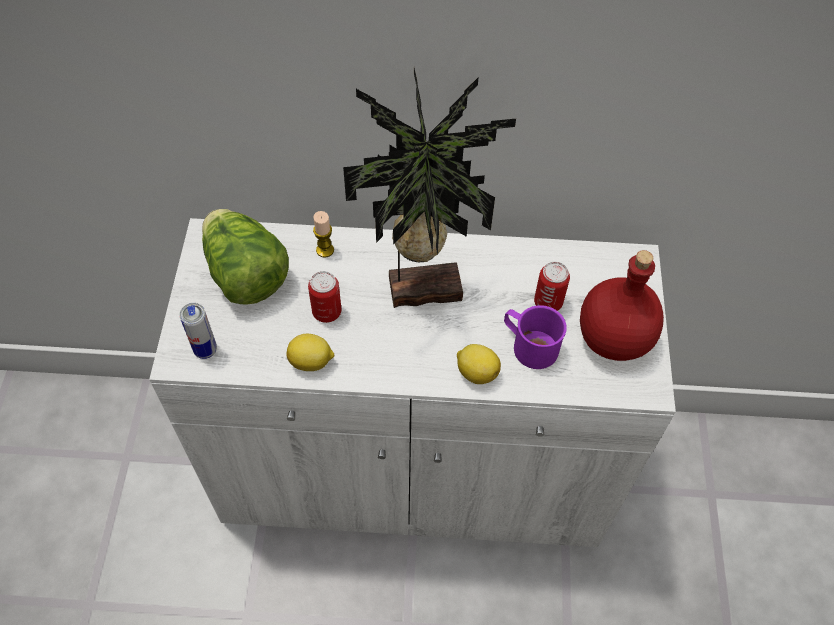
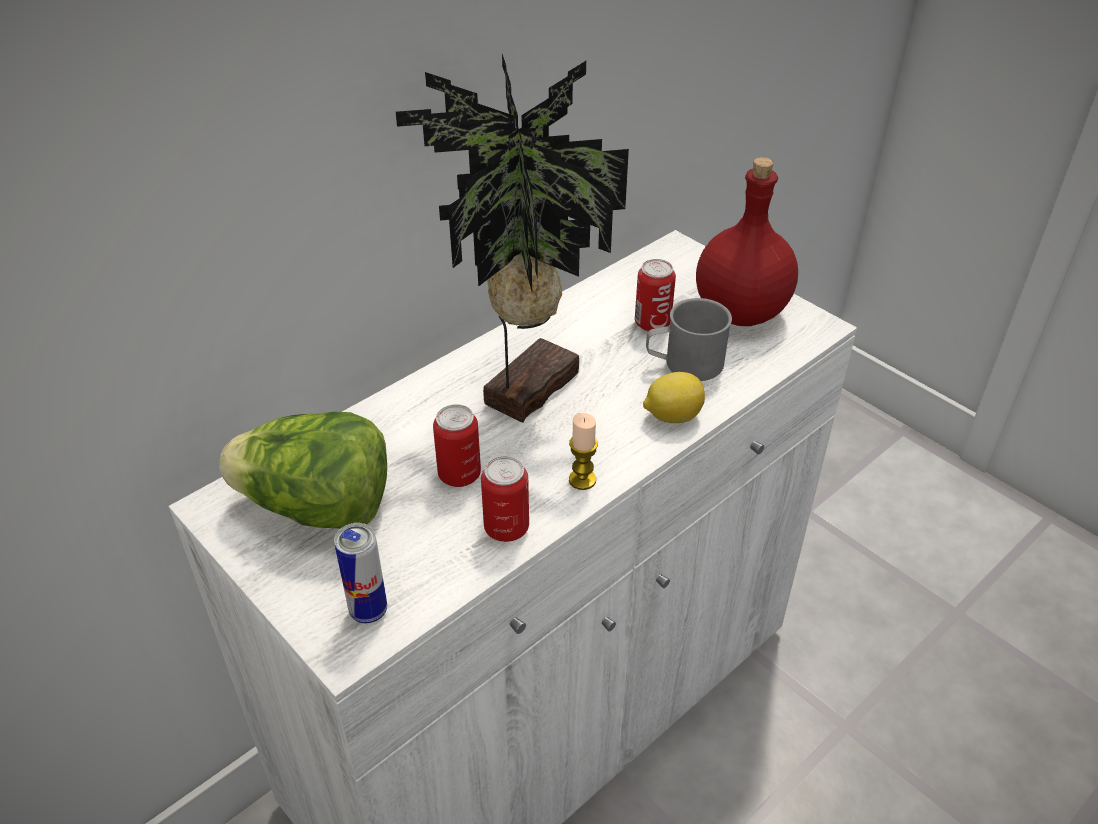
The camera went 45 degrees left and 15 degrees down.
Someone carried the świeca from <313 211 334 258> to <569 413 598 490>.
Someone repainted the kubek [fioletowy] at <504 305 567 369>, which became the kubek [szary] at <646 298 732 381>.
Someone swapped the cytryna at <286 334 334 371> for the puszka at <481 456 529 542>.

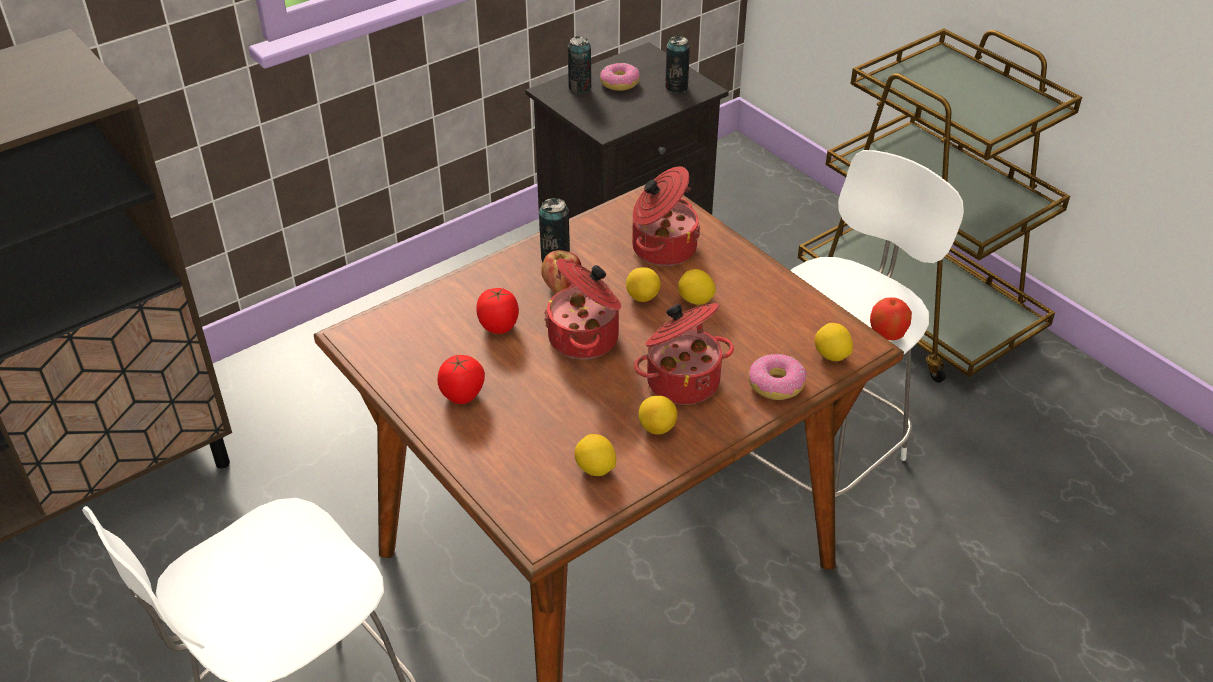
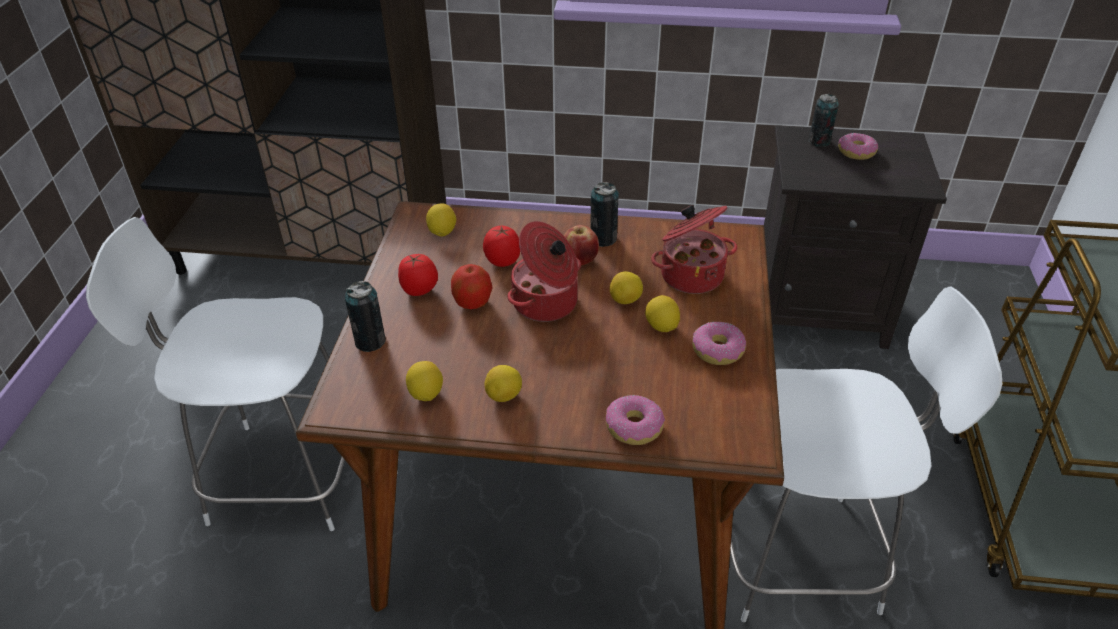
The camera went 45 degrees right and 0 degrees up.
Someone carried the puszka from <665 36 690 93> to <345 281 386 352>.
Someone carried the jabłko from <870 297 912 340> to <451 264 493 309>.
Someone took away the garnek at <634 303 734 405>.
Someone carried the cytryna from <815 323 853 361> to <426 203 456 237>.
Someone put down the donut at <692 322 746 365>.

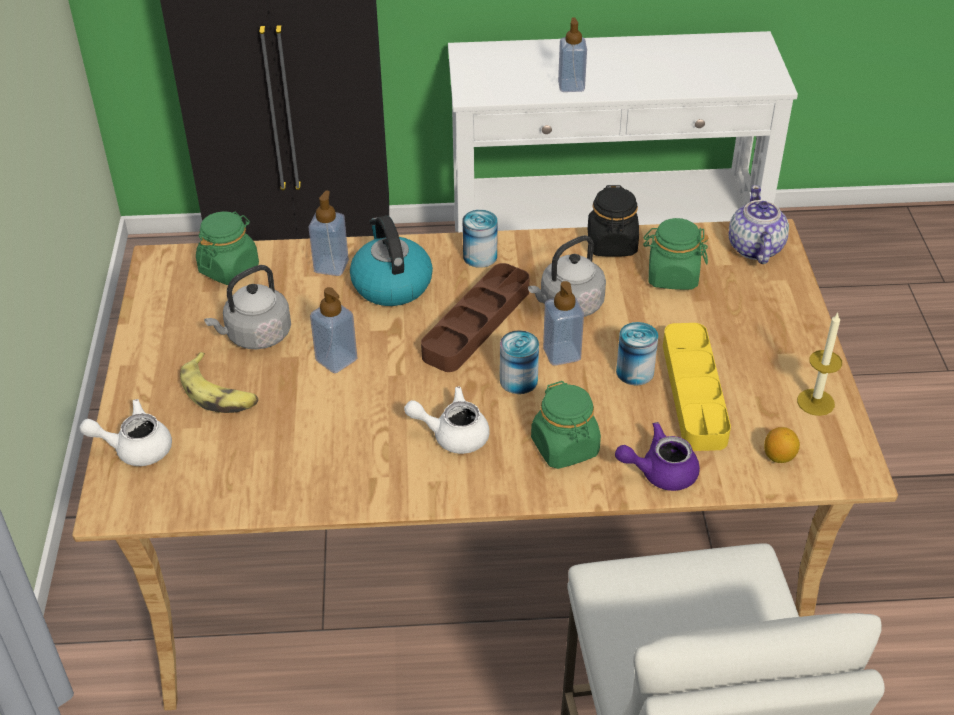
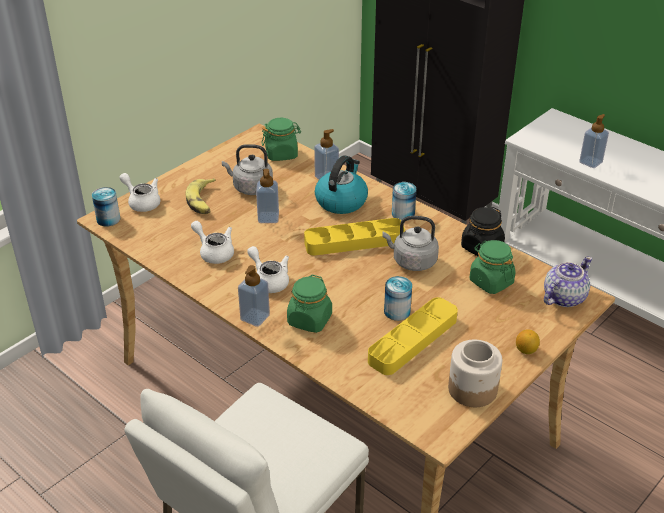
The camera went 45 degrees right and 5 degrees down.
Someone repainted the taca [brązowy] at <421 263 529 372>, which became the taca [żółty] at <304 218 405 256>.
Someone carried the dozownik mydła from <543 281 584 366> to <238 265 270 327>.
Someone swapped the świeca at <797 313 842 416> for the słoik at <448 340 502 407>.
Someone carried the puszka from <500 330 539 394> to <92 187 120 226>.
Someone took away the imbryk [fioletowy] at <615 422 700 491>.
Someone carried the cytryna from <764 427 800 463> to <516 329 540 354>.
Someone put down the imbryk [biały] at <191 221 234 264>.

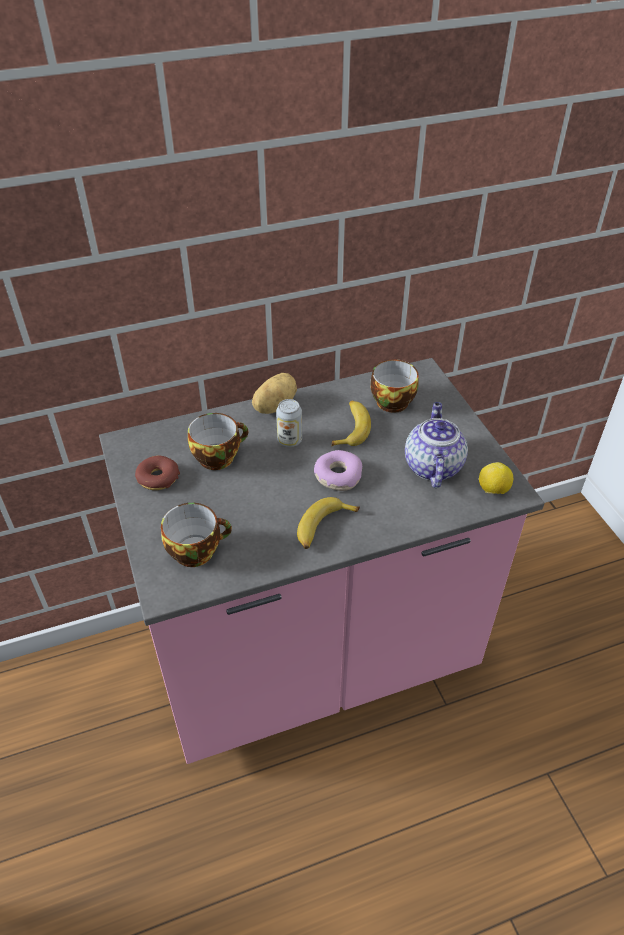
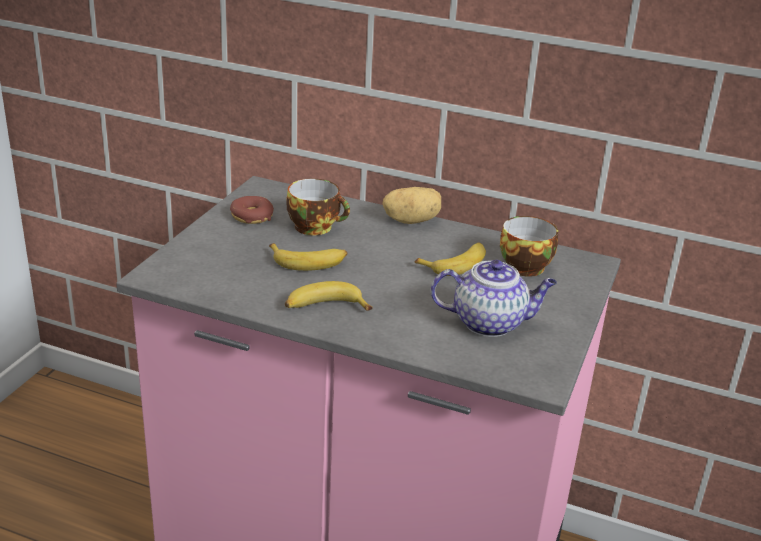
The camera went 40 degrees right and 15 degrees down.
Someone took away the puszka at <276 399 302 447>.
Someone rotated the imbryk at <405 402 468 488> by 45 degrees clockwise.
Someone took away the donut at <314 450 362 491>.
Someone took away the cytryna at <479 462 513 494>.
Someone took away the filiżanka at <161 503 232 567>.
Someone put down the banan at <269 243 347 271>.

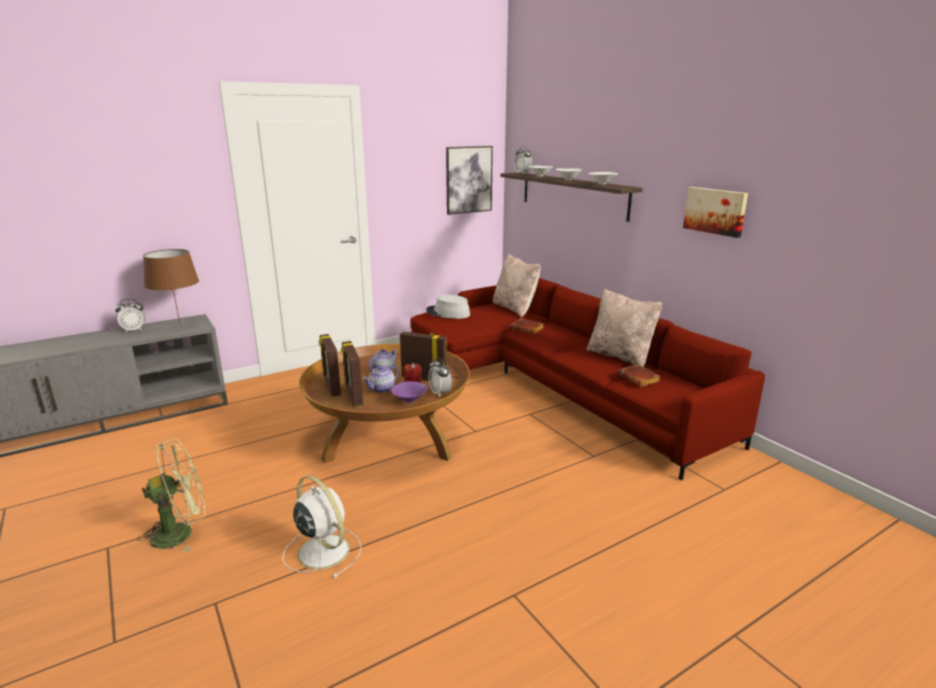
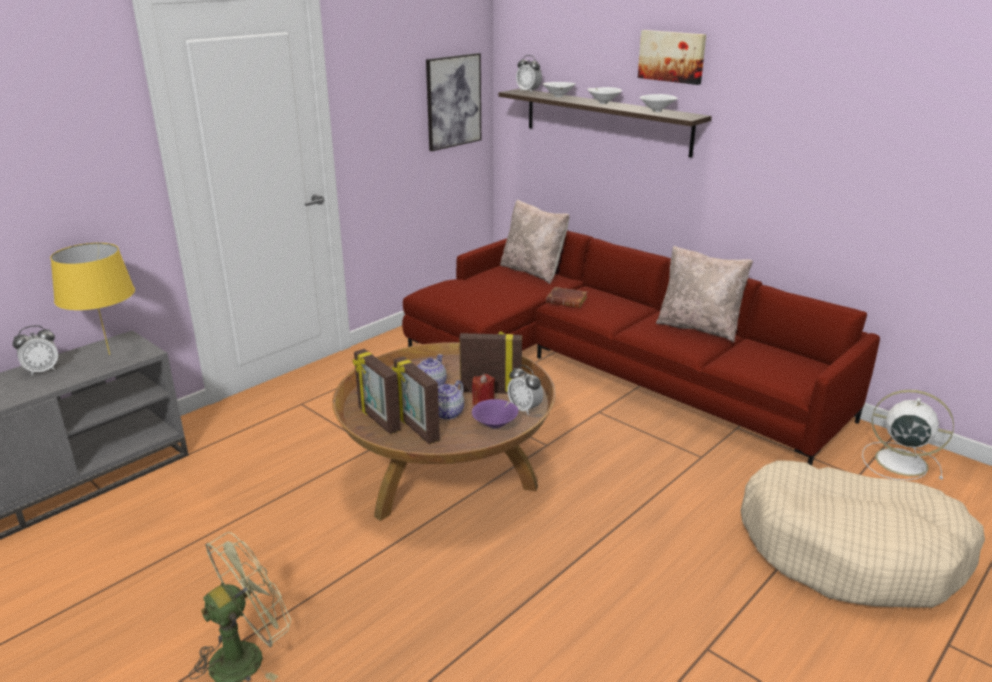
The camera went 15 degrees left and 5 degrees up.
Someone carried the obraz from <683 187 748 238> to <638 30 706 85>.
Someone repainted the lampa stołowa [brązowy] at <143 249 199 326>, which became the lampa stołowa [żółty] at <50 243 135 355>.
Someone took away the kapelusz [szary] at <426 295 470 319>.
Someone took away the książka [brązowy] at <618 364 661 387>.
Someone carried the wentylator [biały] from <282 475 361 578> to <862 390 954 480>.
Someone put down the legowisko [beżowy] at <741 460 985 608>.

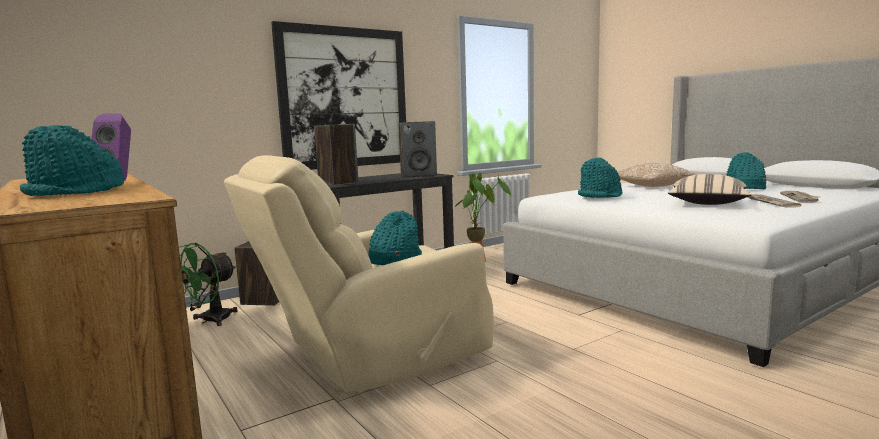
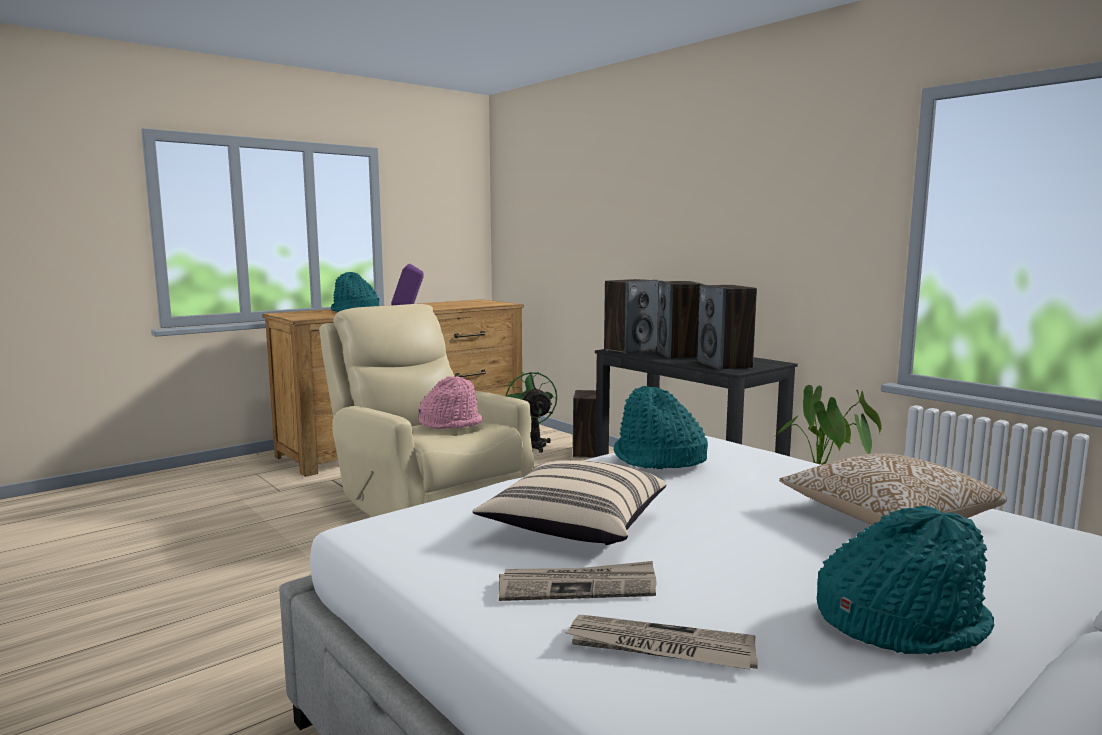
The camera went 85 degrees right and 0 degrees up.
Someone took away the obraz at <271 21 406 170>.
Someone repainted the kapelusz [turkusowy] at <368 211 422 265>, which became the kapelusz [różowy] at <418 376 482 429>.
Someone rotated the wentylator [zielony] at <180 243 238 326> by 45 degrees clockwise.
Someone put down the głośnik at <657 281 704 359>.

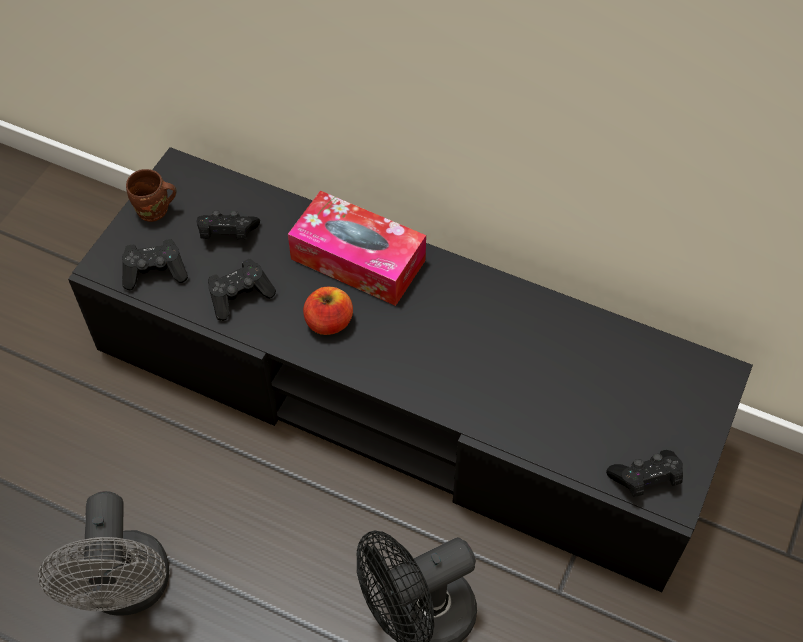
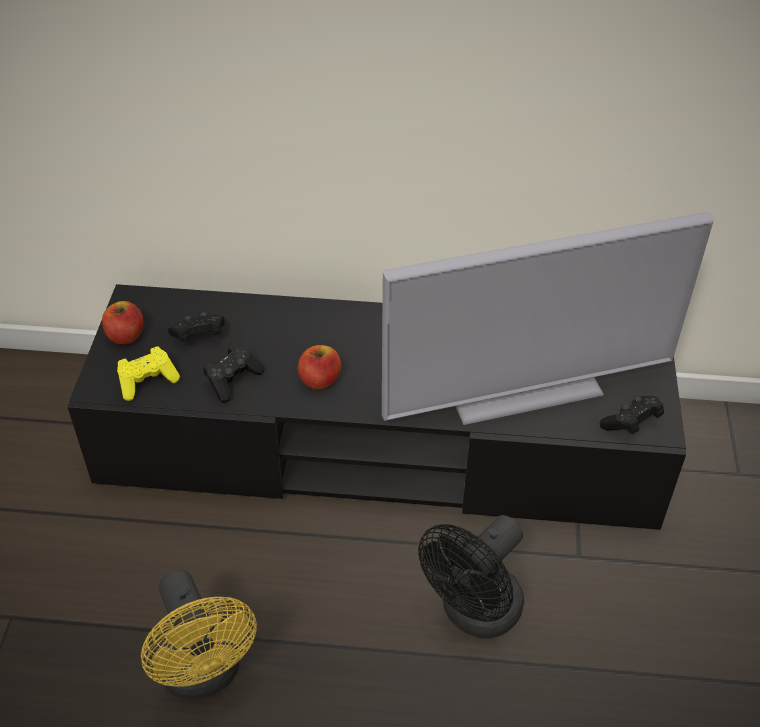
The camera went 20 degrees left and 10 degrees down.
Someone swapped the kubek [brązowy] at <126 169 177 222> for the jabłko at <102 301 143 345>.
Someone took away the pudełko chusteczek at <288 191 426 306>.
Someone repainted the pad do gier [czarny] at <122 239 188 290>, which became the pad do gier [żółty] at <117 346 180 401>.
Someone repainted the wentylator [szary] at <38 491 169 616>, which became the wentylator [żółty] at <141 570 257 700>.
Someone put down the telewizor at <382 212 714 425>.

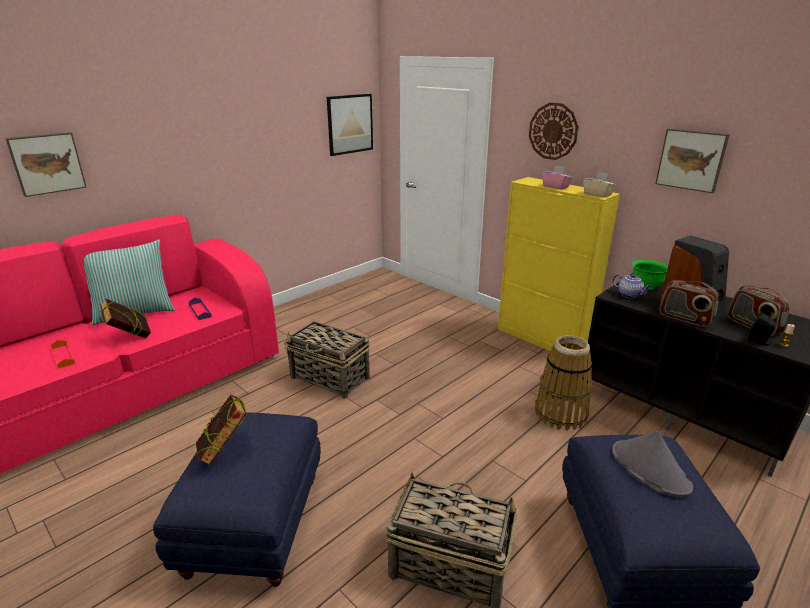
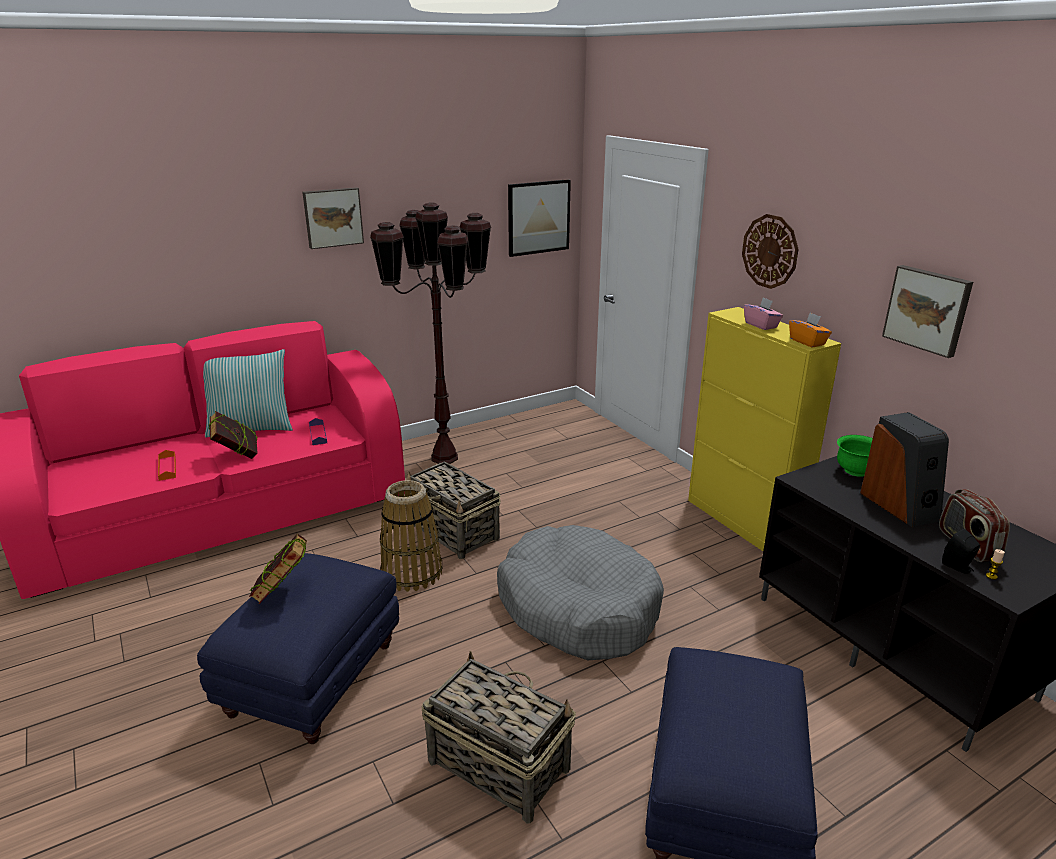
The camera went 15 degrees right and 0 degrees up.
Someone carried the obraz from <5 132 86 197> to <302 187 364 249>.
Someone repainted the pudełko chusteczek [beżowy] at <583 172 616 197>, which became the pudełko chusteczek [pomarańczowy] at <789 312 832 348>.
Someone took away the imbryk at <613 274 653 299>.
Someone took away the radio at <659 280 718 327>.
Someone carried the koszyk from <535 335 592 431> to <380 480 442 592>.
Someone took away the kapelusz [szary] at <612 431 693 497>.
Someone put down the lampa stojąca [brązowy] at <370 203 491 464>.
Someone put down the legowisko [szary] at <497 525 664 660>.

